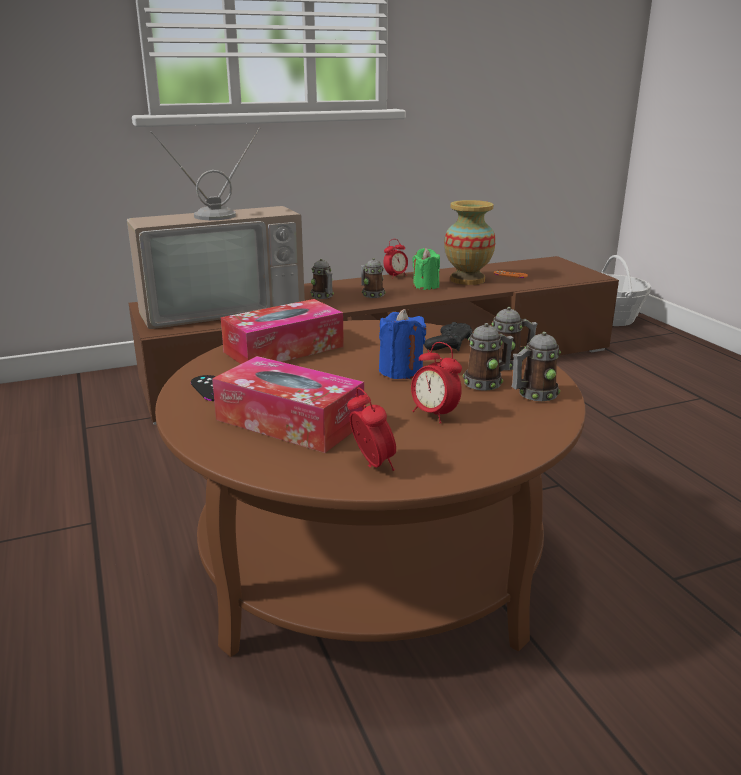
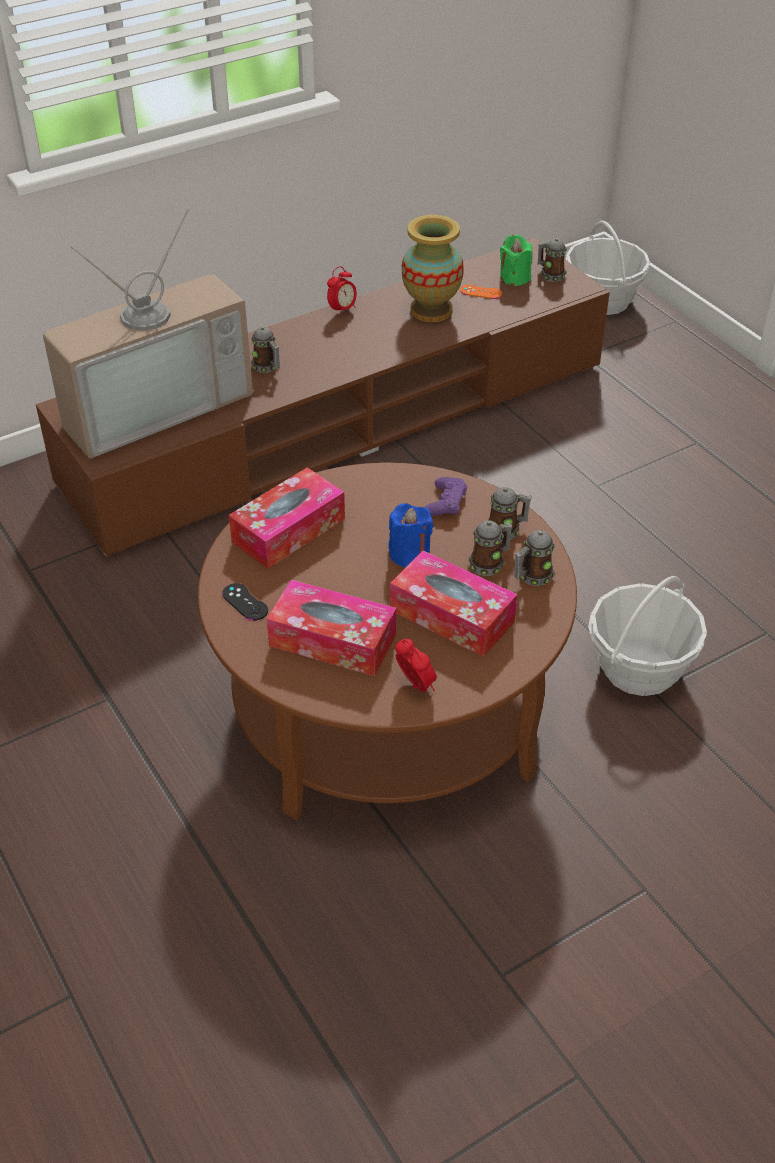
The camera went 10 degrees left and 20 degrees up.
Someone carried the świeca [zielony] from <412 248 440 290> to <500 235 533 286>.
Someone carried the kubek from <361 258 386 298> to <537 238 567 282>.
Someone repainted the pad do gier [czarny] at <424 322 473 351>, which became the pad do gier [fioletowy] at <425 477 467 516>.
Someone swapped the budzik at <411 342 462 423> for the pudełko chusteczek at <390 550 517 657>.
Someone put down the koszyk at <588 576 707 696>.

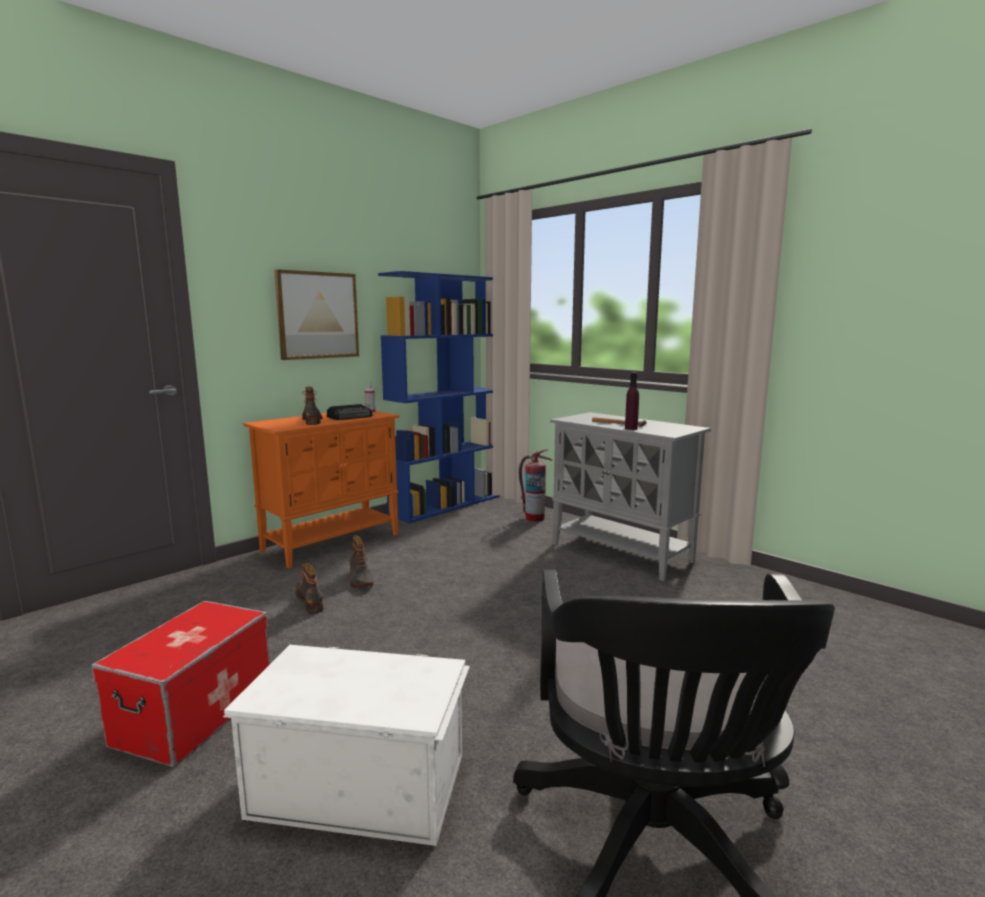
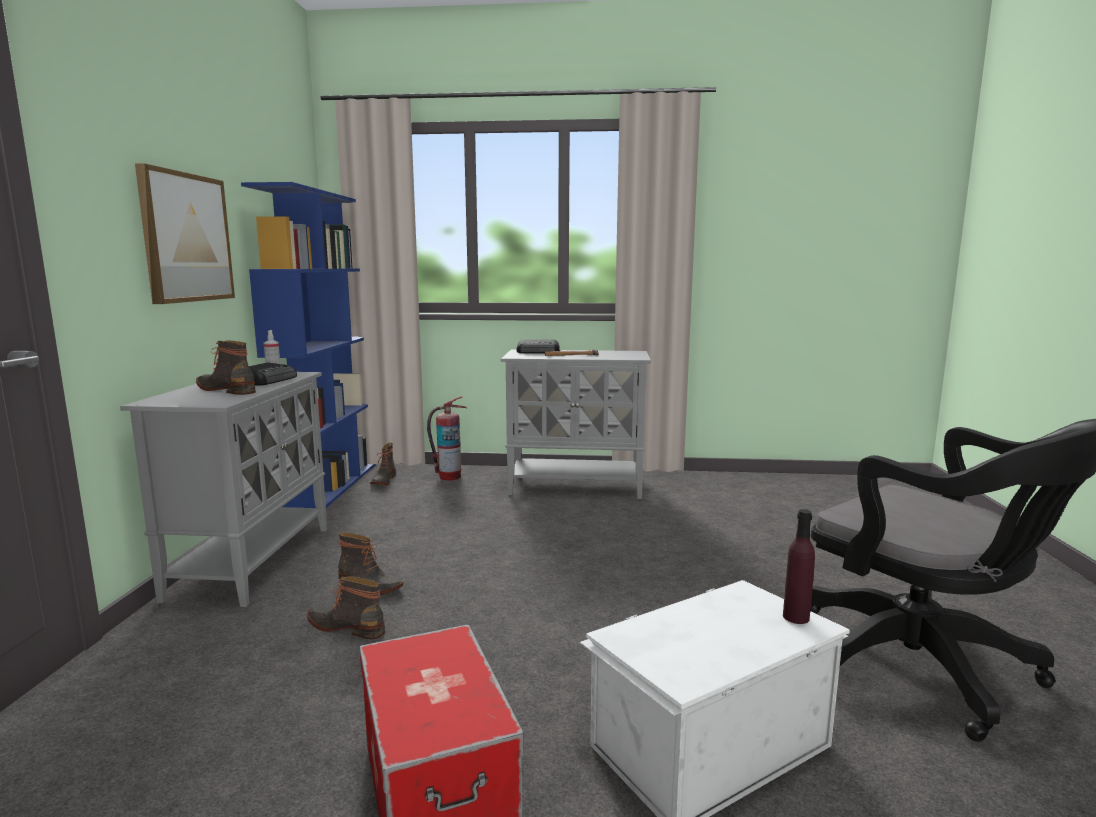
The camera went 40 degrees left and 0 degrees up.
Someone carried the butelka [fioletowy] from <625 372 639 430> to <783 509 815 624>.
Someone repainted the szafka [pomarańczowy] at <243 411 399 569>, which became the szafka [szary] at <120 372 327 607>.
Someone put down the radio at <516 339 560 353>.
Someone put down the but z cholewką at <370 443 396 485>.

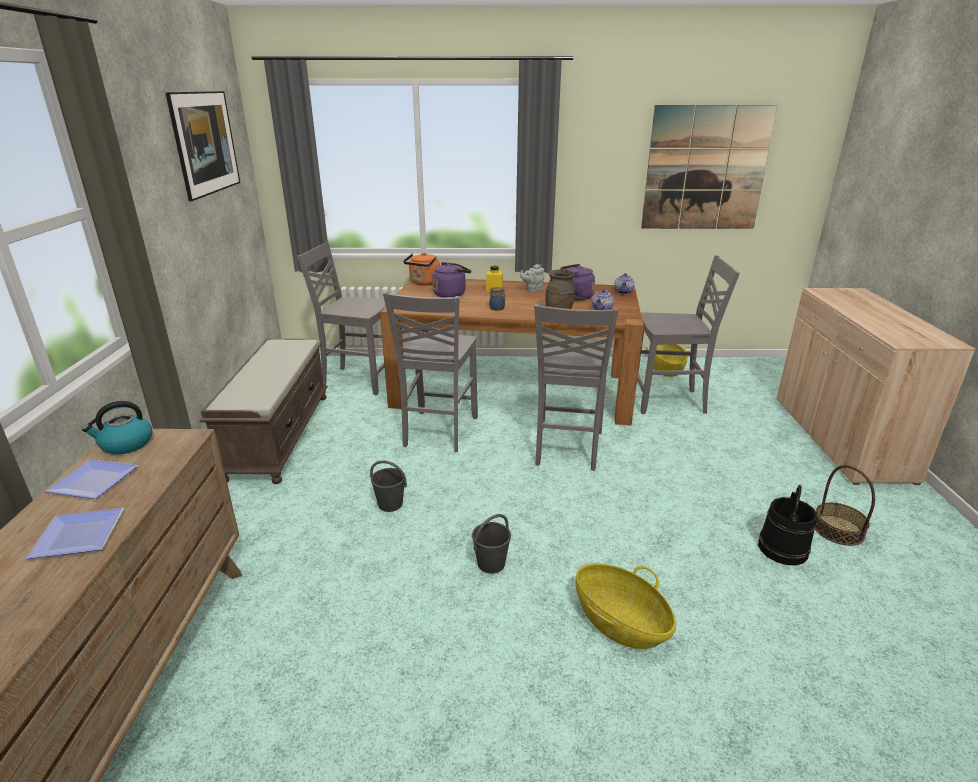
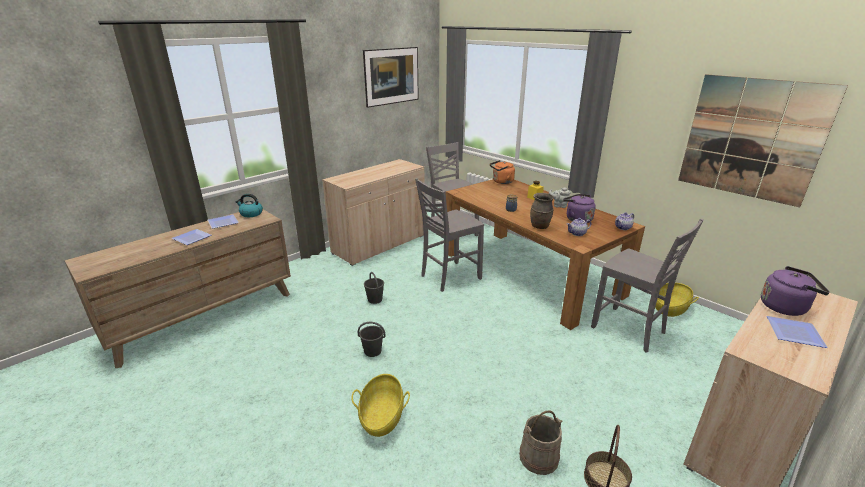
The camera went 45 degrees right and 0 degrees up.
Someone carried the czajnik [fioletowy] from <432 262 471 297> to <761 266 830 316>.
Someone took away the krzesło [szary] at <534 304 619 471>.
Someone swapped the ławka [brązowy] at <200 338 328 484> for the szafka [beżowy] at <322 159 425 266>.
Someone repainted the wiadro [czarny] at <758 485 817 566>, which became the wiadro [beżowy] at <519 410 563 475>.
Someone put down the talerz at <767 316 828 348>.

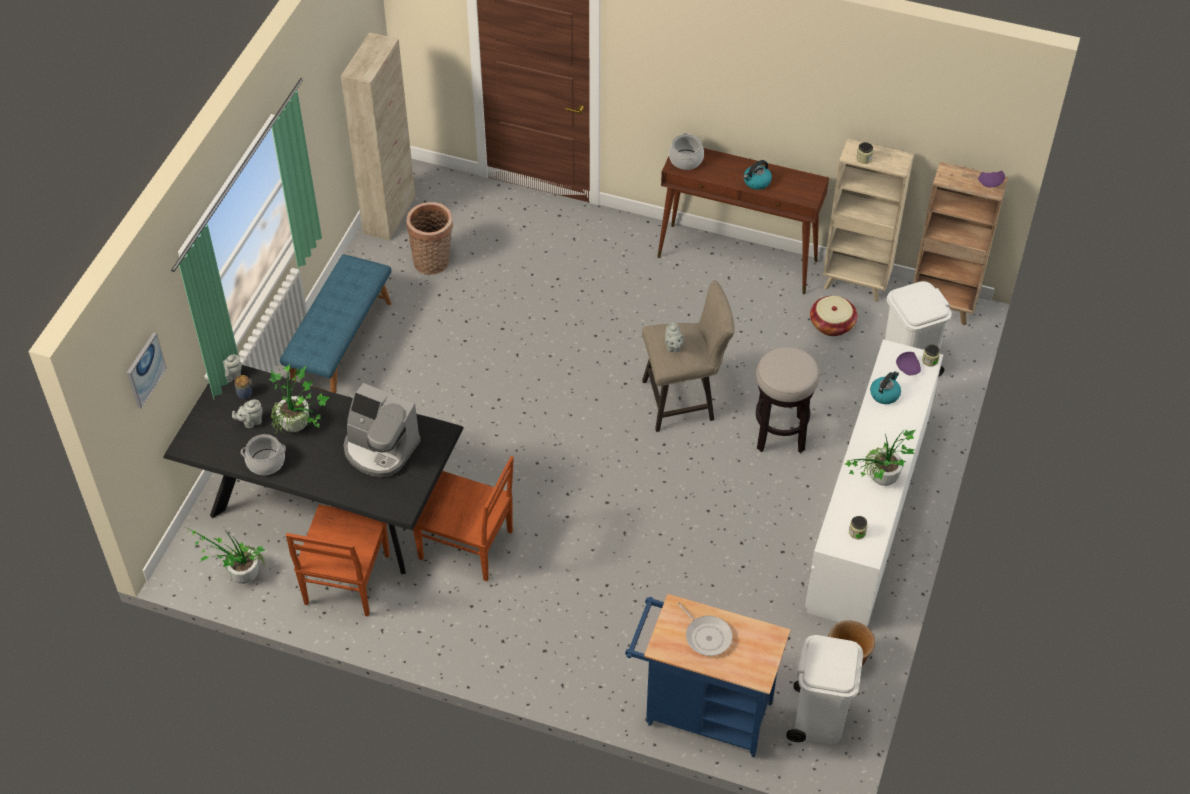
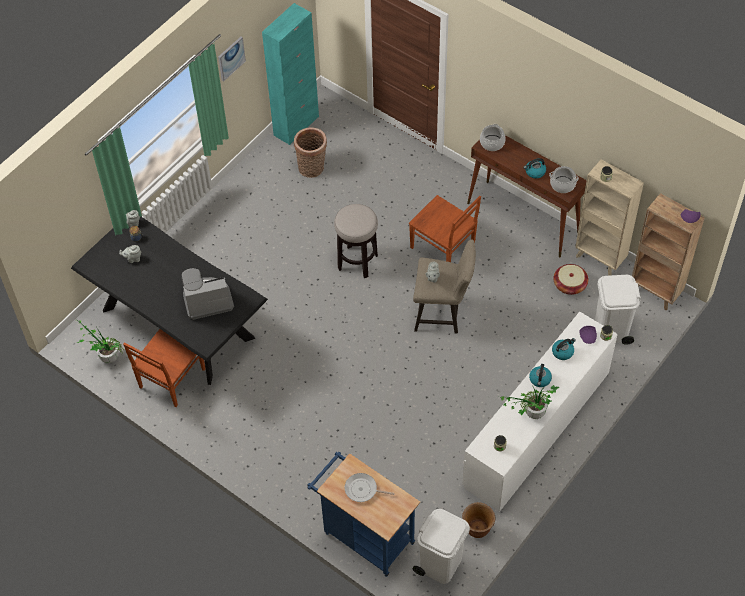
The camera went 20 degrees right and 5 degrees up.
Someone repainted the szafka [beżowy] at <341 32 416 240>, which became the szafka [turkusowy] at <262 3 319 145>.
Someone took away the ławka [niebieski] at <280 254 391 393>.
Someone carried the obraz from <127 332 167 409> to <218 37 246 81>.
Someone carried the stołek from <756 347 820 453> to <334 204 378 278>.
Someone took away the roślina doniczkowa at <269 361 330 433>.
Someone rotated the ekspres do kawy at <343 383 421 477> by 120 degrees clockwise.
Someone carried the garnek from <241 434 286 475> to <549 166 579 193>.
Someone carried the krzesło [brązowy] from <413 456 514 581> to <409 195 481 262>.
Someone rotated the patelnia at <677 602 733 656> by 120 degrees clockwise.
Someone put down the czajnik at <529 364 552 387>.

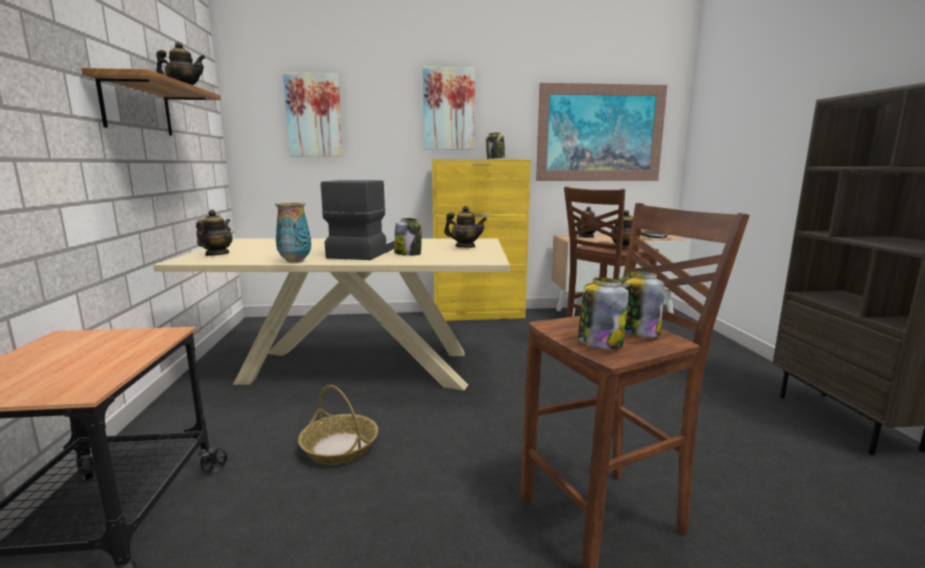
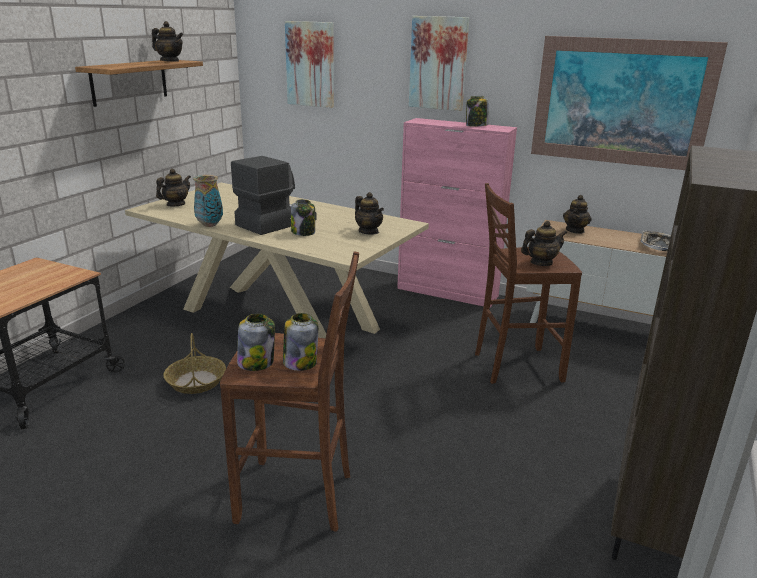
The camera went 30 degrees right and 10 degrees up.
Someone repainted the szafka [żółty] at <432 159 531 321>, which became the szafka [różowy] at <397 118 517 308>.

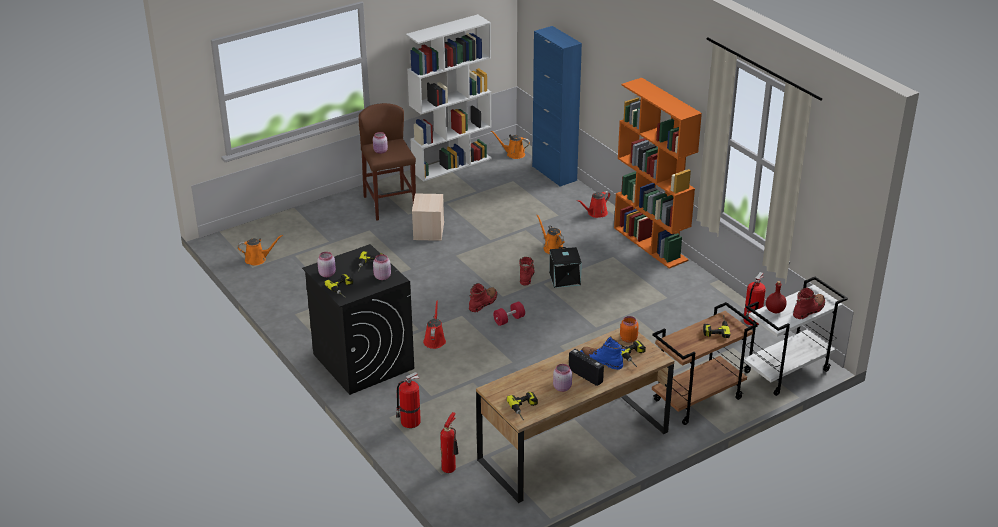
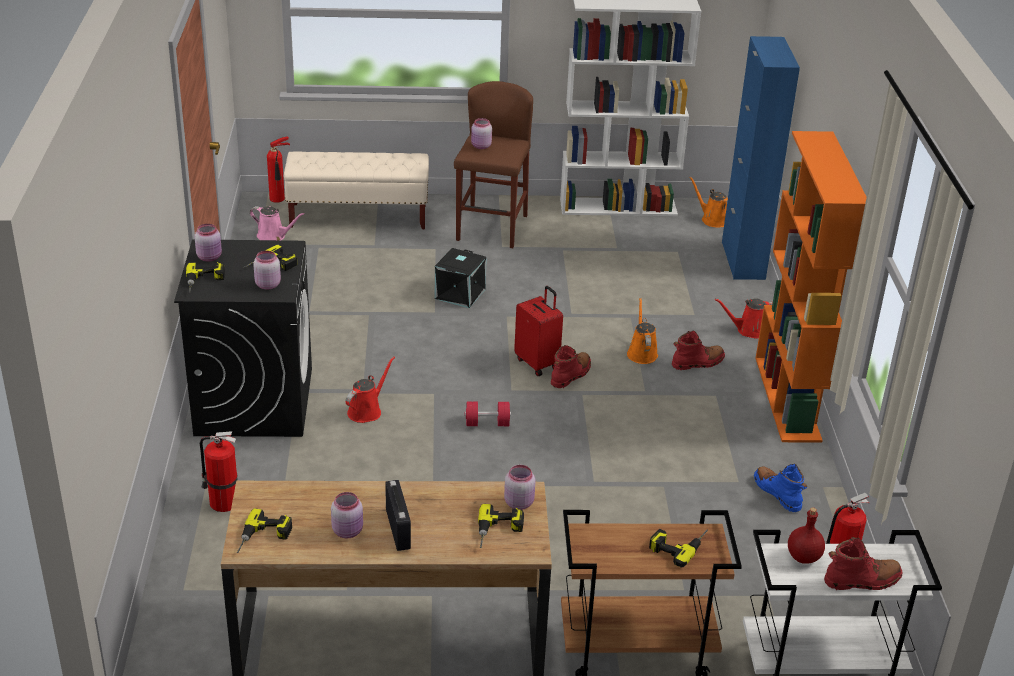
The camera went 30 degrees right and 0 degrees up.
Someone took away the pojemnik do przechowywania [beżowy] at <412 193 444 241>.
Someone repainted the konewka [pomarańczowy] at <238 235 283 265>, which became the konewka [różowy] at <250 206 305 240>.
Someone carried the pojemnik do przechowywania [czarny] from <549 247 582 288> to <435 248 487 308>.
Someone carried the but z cholewką [czerwony] from <469 283 497 312> to <672 330 725 370>.
Someone repainted the słoik [pomarańczowy] at <620 316 639 343>, which became the słoik [różowy] at <504 465 536 510>.
Someone carried the but z cholewką [niebieski] from <580 336 626 370> to <754 464 807 512>.
Someone carried the gaśnica from <440 412 459 473> to <267 136 290 203>.
Someone put down the ławka [beżowy] at <284 151 429 229>.
Someone put down the walizka [czerwony] at <514 286 563 376>.

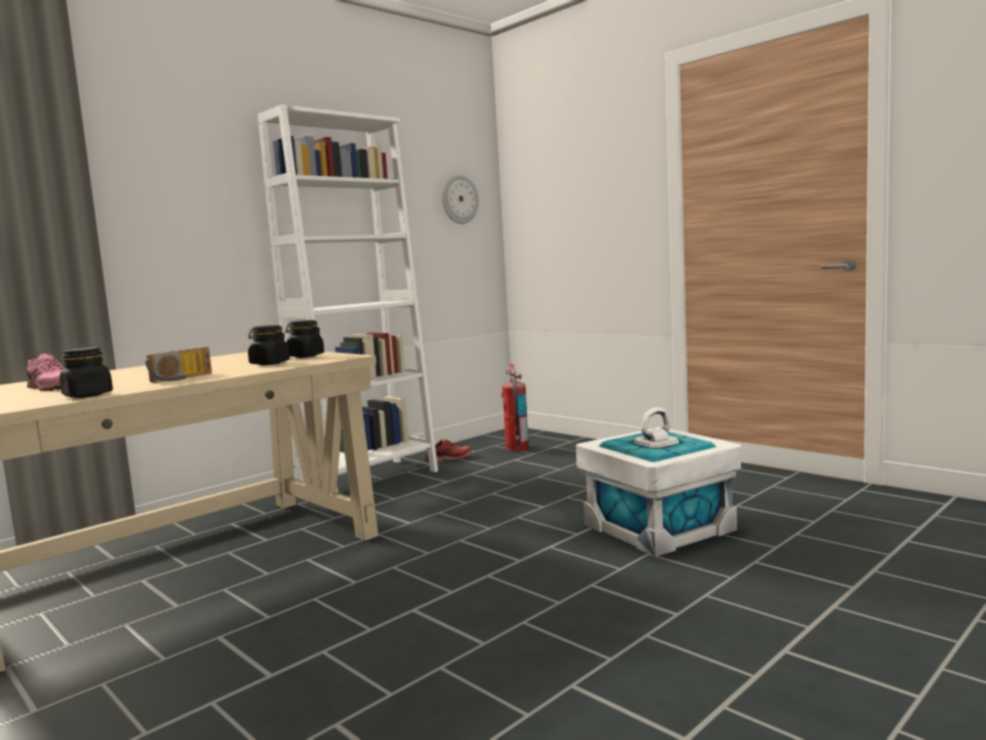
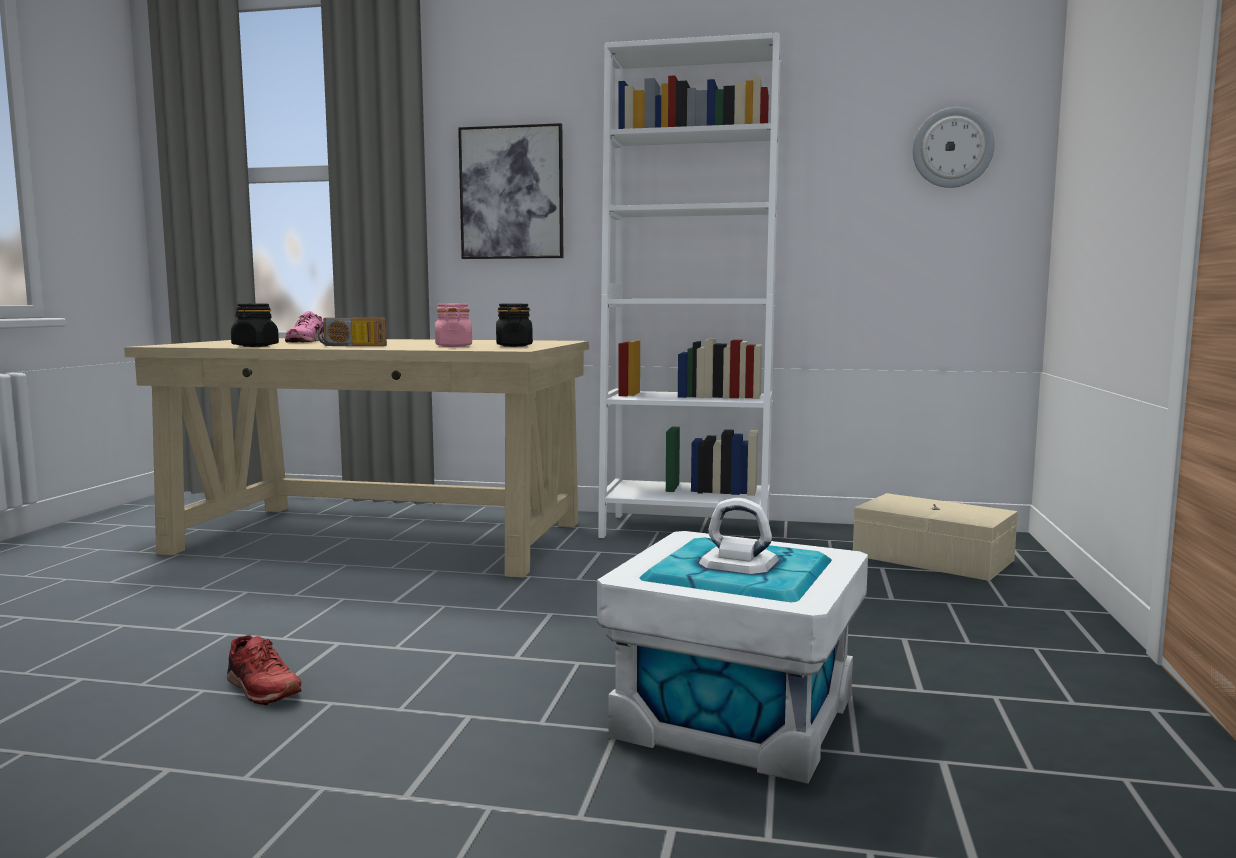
The camera went 55 degrees right and 0 degrees up.
Someone repainted the słoik [czarny] at <248 325 290 365>, which became the słoik [różowy] at <435 304 472 347>.
Someone swapped the gaśnica at <501 364 529 451> for the pojemnik do przechowywania [beżowy] at <853 493 1018 581>.
Someone carried the but [czerwony] from <424 439 471 462> to <227 635 302 705>.
Someone put up the obraz at <458 123 563 259>.

